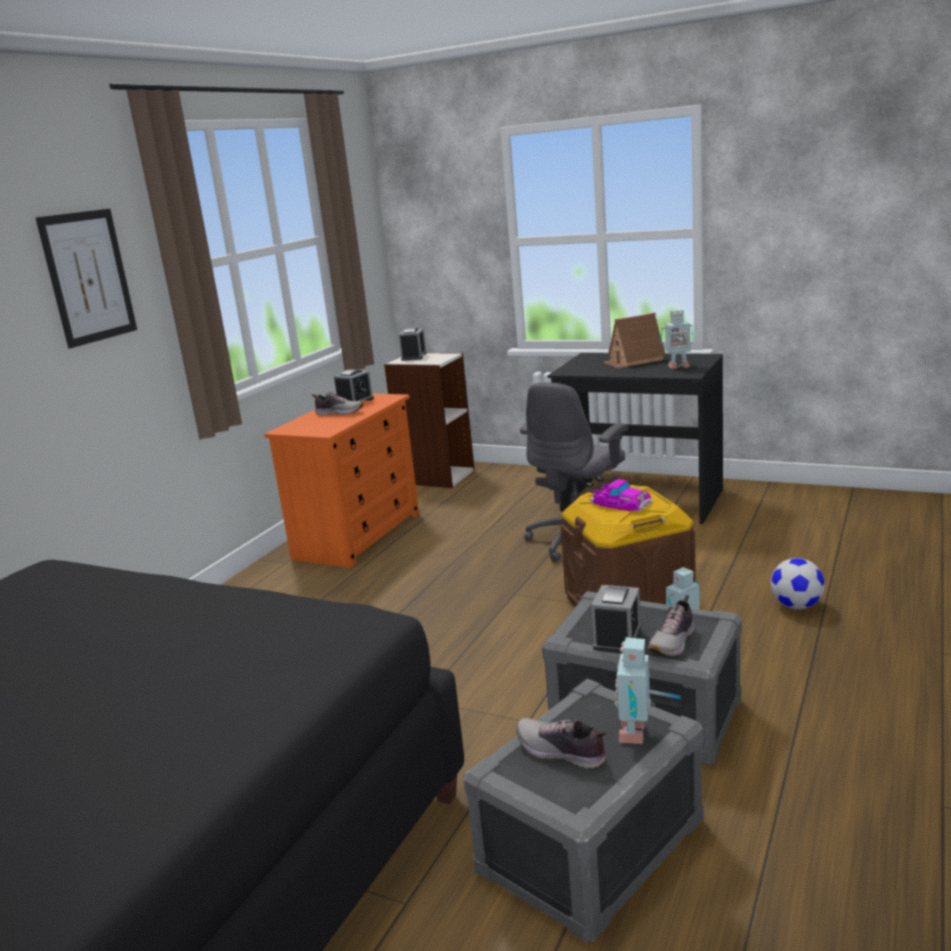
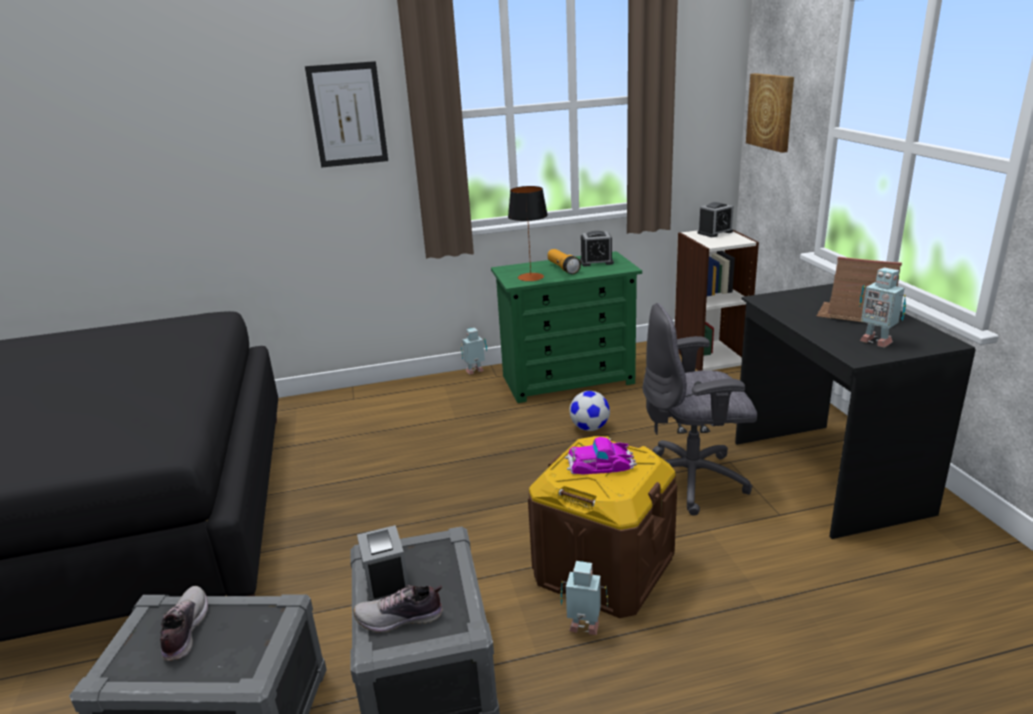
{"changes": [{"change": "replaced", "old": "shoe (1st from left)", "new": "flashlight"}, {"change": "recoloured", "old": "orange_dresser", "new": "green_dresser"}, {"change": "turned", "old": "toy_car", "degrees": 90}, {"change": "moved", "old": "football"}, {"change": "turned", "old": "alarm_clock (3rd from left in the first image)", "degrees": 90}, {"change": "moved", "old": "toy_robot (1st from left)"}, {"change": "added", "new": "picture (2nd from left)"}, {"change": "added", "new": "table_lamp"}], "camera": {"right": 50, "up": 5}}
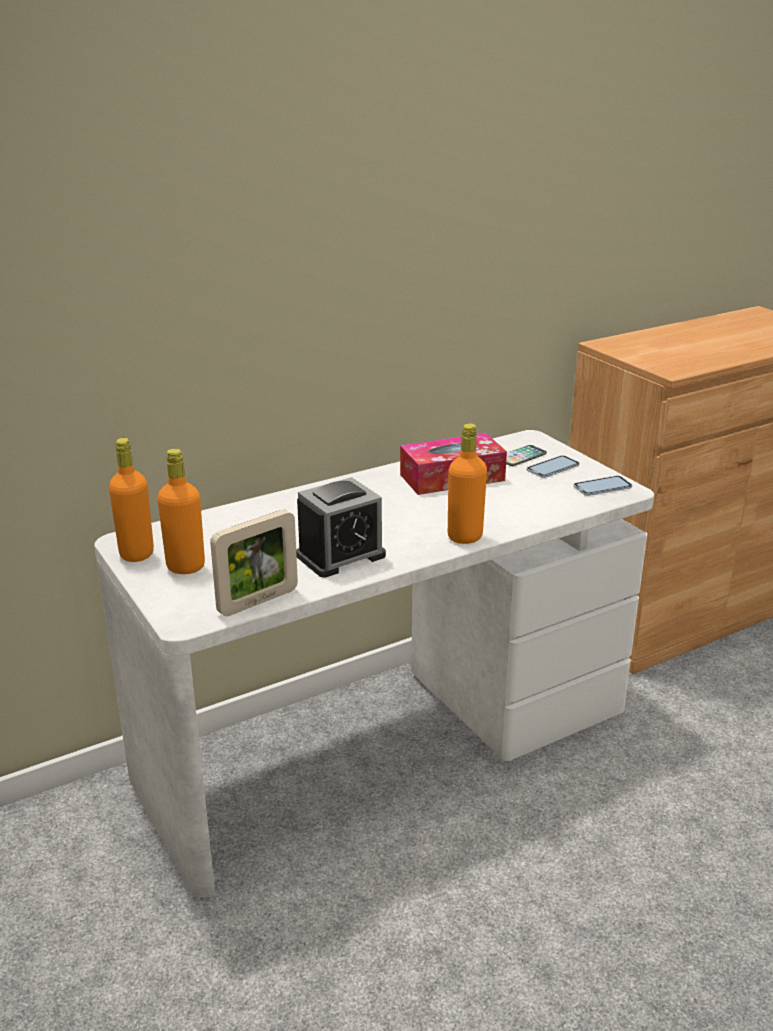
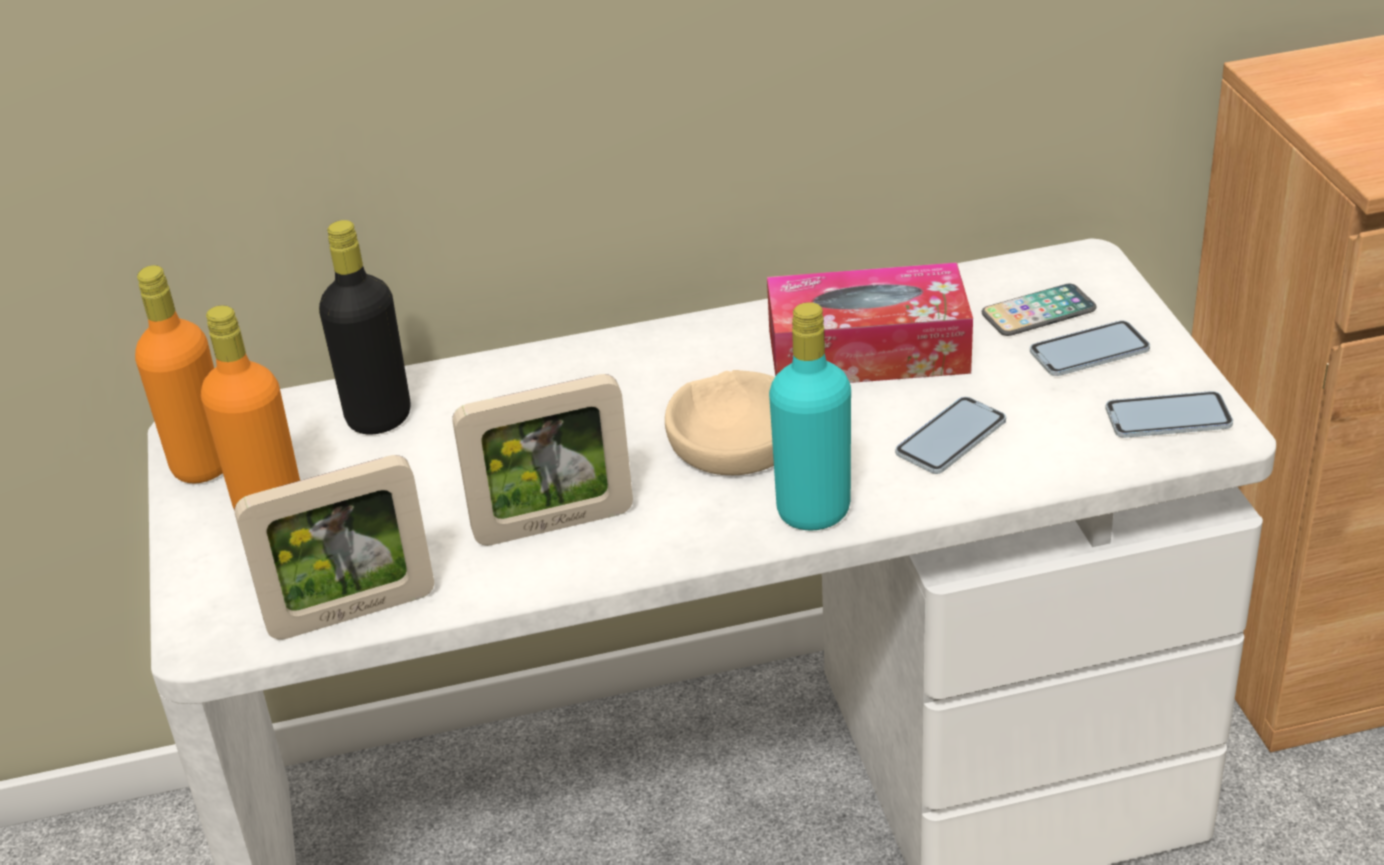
{"changes": [{"change": "recoloured", "old": "orange_bottle (3rd from left)", "new": "turquoise_bottle"}, {"change": "replaced", "old": "alarm_clock", "new": "picture_frame (2nd from left)"}, {"change": "added", "new": "black_bottle"}, {"change": "added", "new": "beige_bowl"}, {"change": "added", "new": "phone (1st from left)"}], "camera": {"right": 20, "up": 10}}
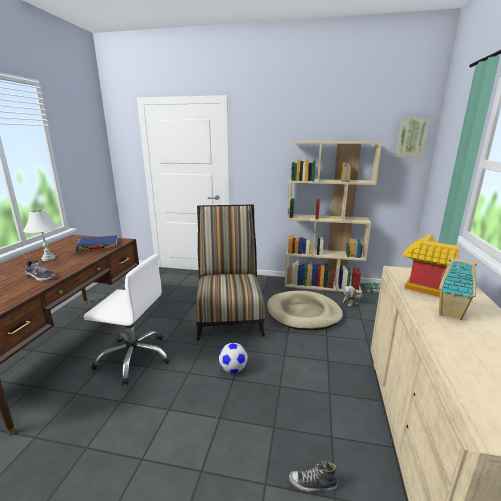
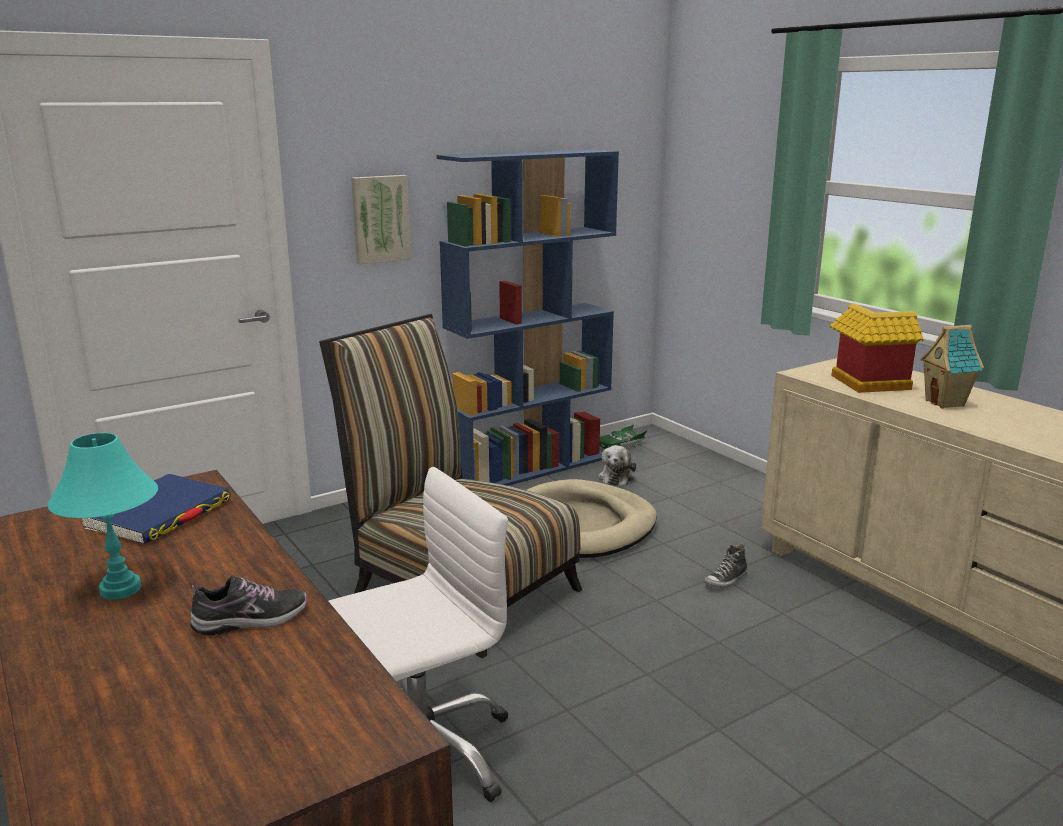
{"changes": [{"change": "moved", "old": "picture"}, {"change": "recoloured", "old": "beige_bookcase", "new": "blue_bookcase"}, {"change": "recoloured", "old": "white_table_lamp", "new": "turquoise_table_lamp"}, {"change": "removed", "old": "football"}, {"change": "moved", "old": "shoe (2nd from left)"}], "camera": {"right": -45, "up": 0}}
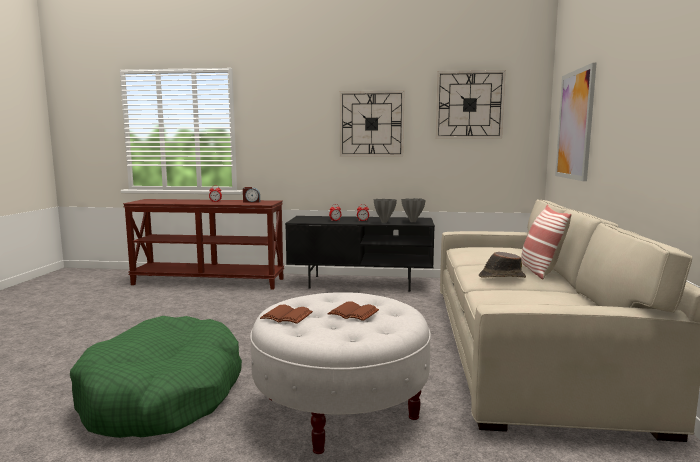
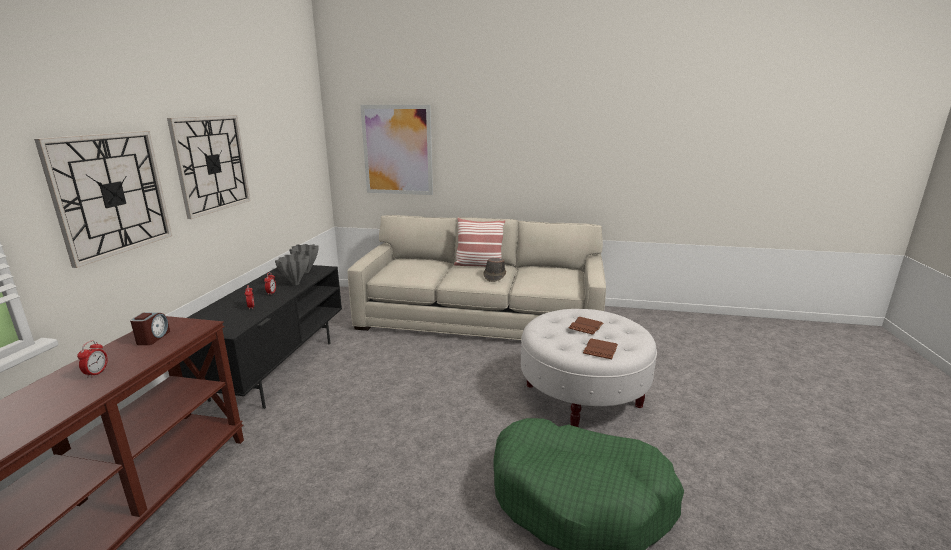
{"changes": [{"change": "moved", "old": "wall_clock (2nd from left in the first image)", "new": "wall_clock (1st from left)"}], "camera": {"right": -85, "up": 10}}
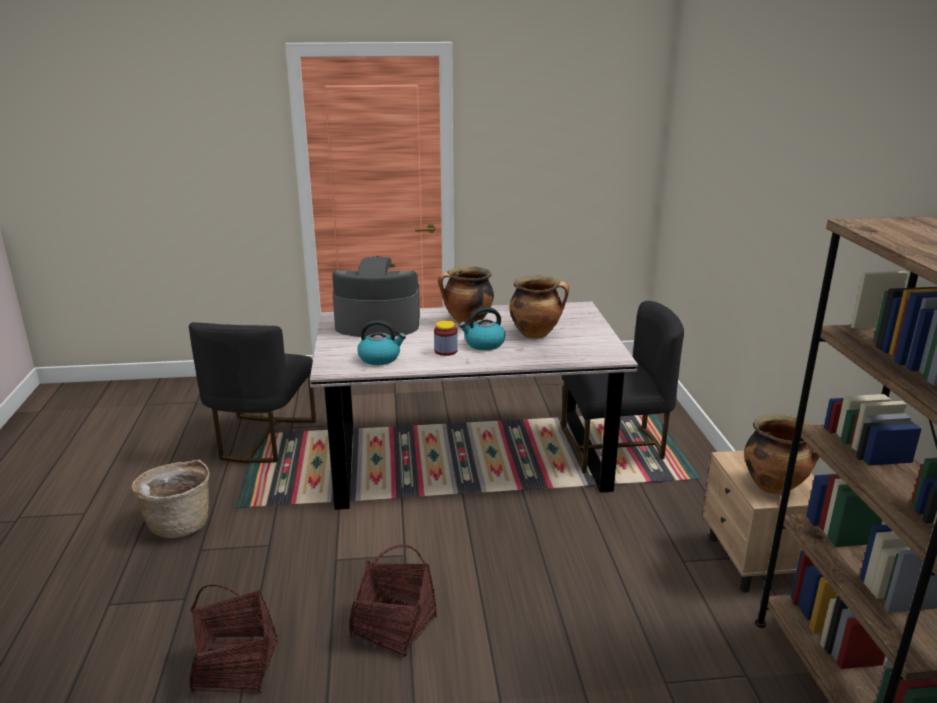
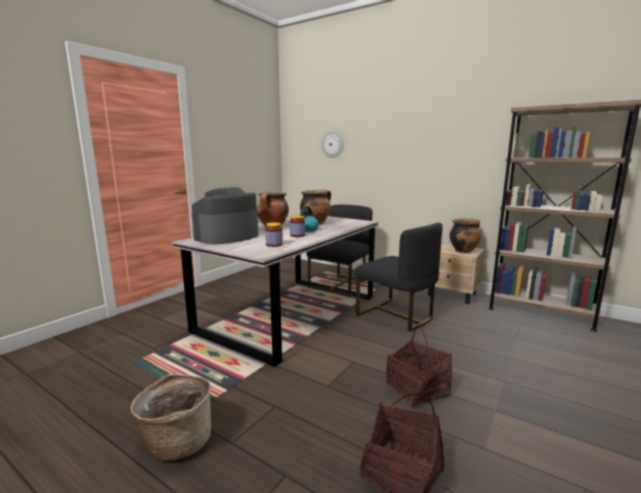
{"changes": [{"change": "replaced", "old": "kettle (1st from left)", "new": "jar (1st from left)"}, {"change": "moved", "old": "black_chair (1st from left in the first image)", "new": "black_chair (2nd from left)"}, {"change": "added", "new": "wall_clock"}], "camera": {"right": -50, "up": -10}}
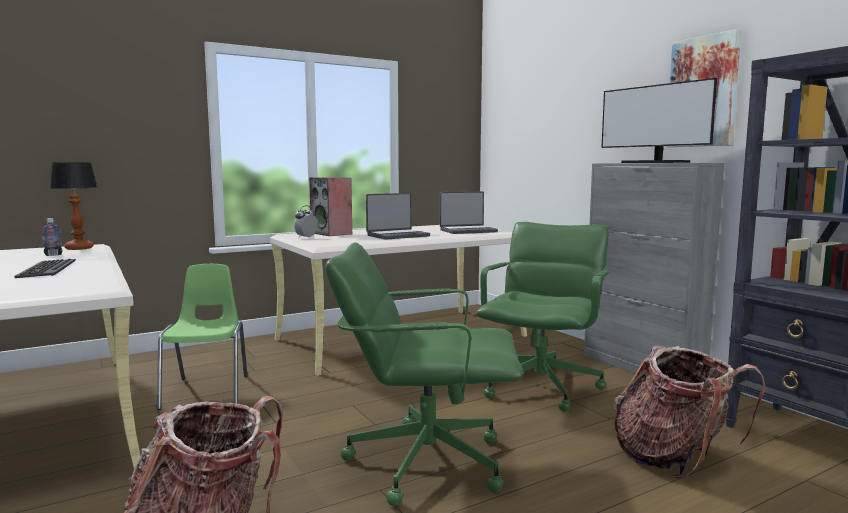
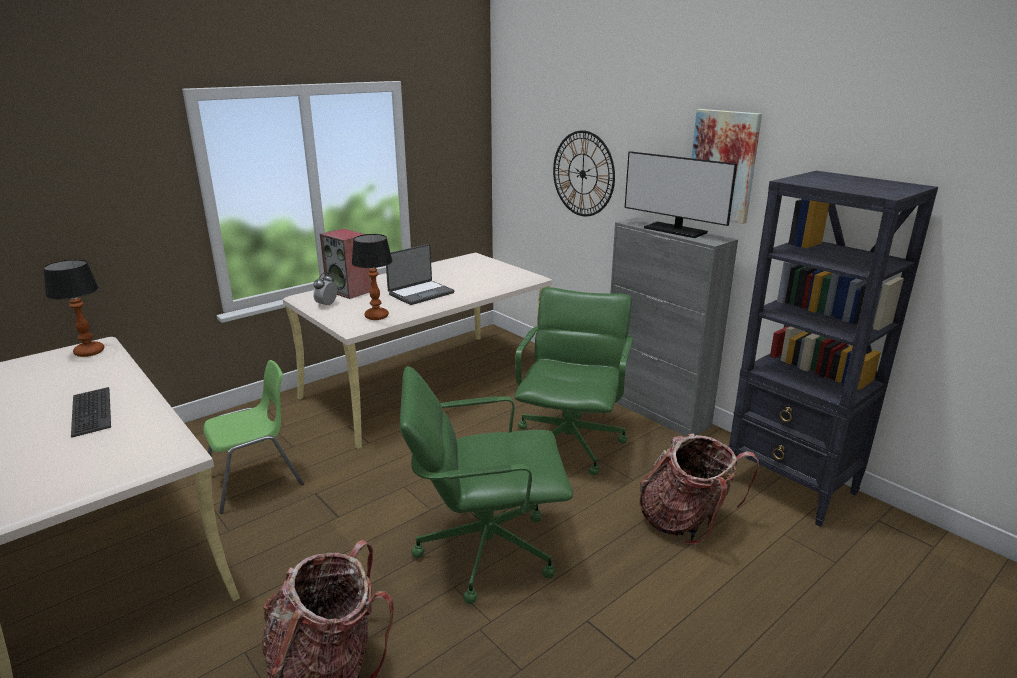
{"changes": [{"change": "removed", "old": "laptop (2nd from left)"}, {"change": "removed", "old": "bottle"}, {"change": "turned", "old": "green_chair", "degrees": 75}, {"change": "added", "new": "wall_clock"}, {"change": "added", "new": "table_lamp (2nd from left)"}], "camera": {"right": -10, "up": 15}}
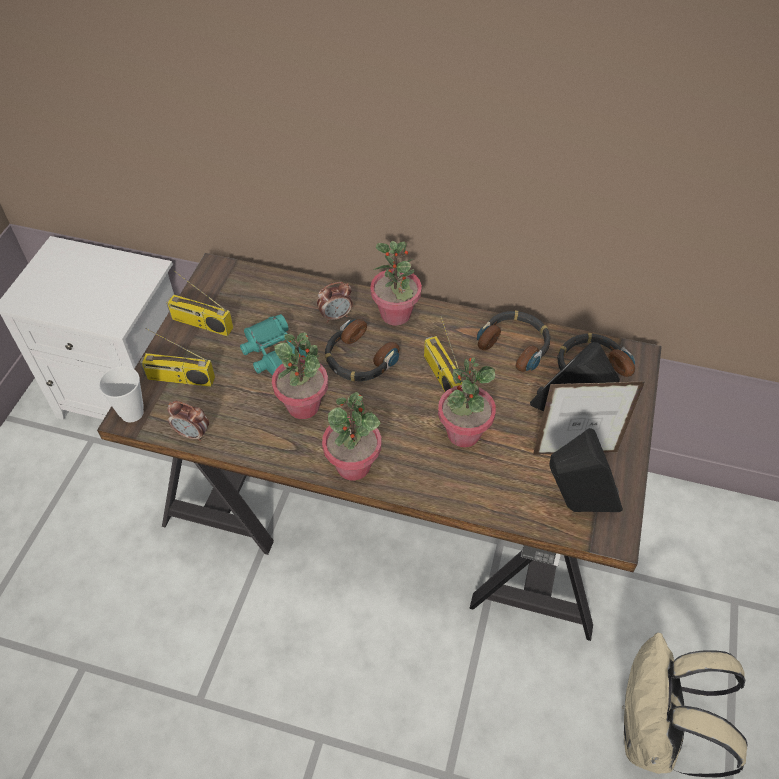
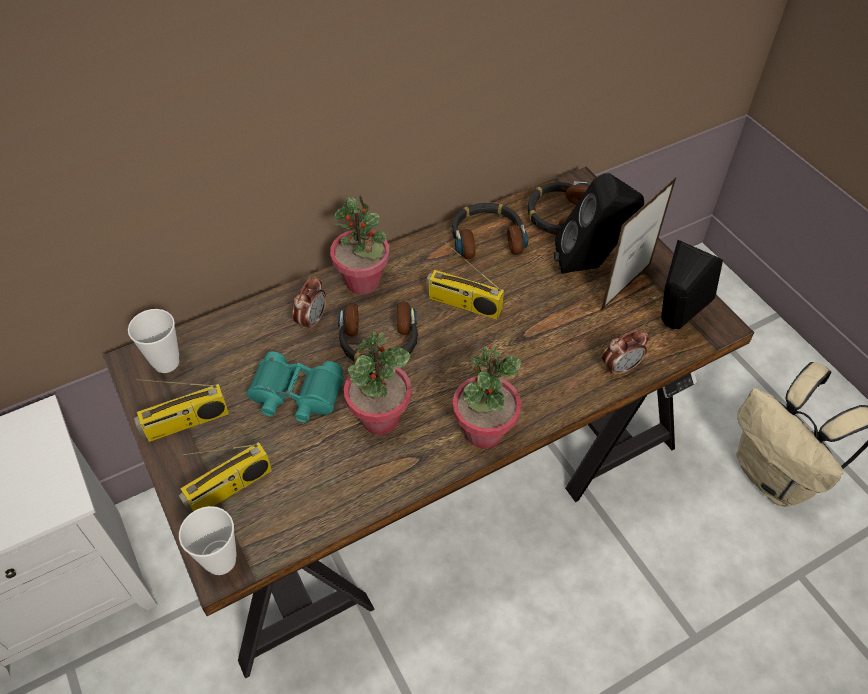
{"changes": [{"change": "removed", "old": "potted_plant (4th from left)"}, {"change": "moved", "old": "alarm_clock (1st from left in the first image)", "new": "alarm_clock (2nd from left)"}, {"change": "added", "new": "cup (1st from left)"}], "camera": {"right": -45, "up": 0}}
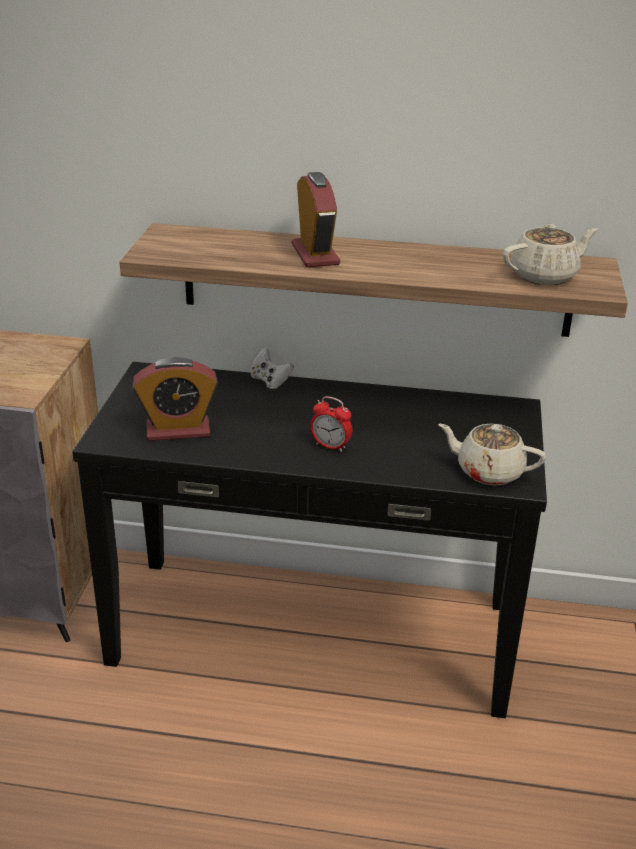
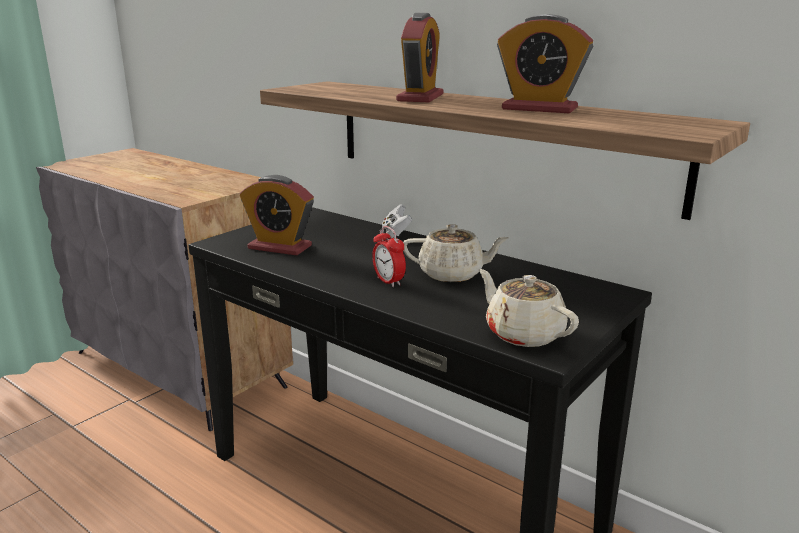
{"changes": [{"change": "moved", "old": "beige_teapot (2nd from left in the first image)", "new": "beige_teapot (1st from left)"}, {"change": "added", "new": "alarm_clock (4th from left)"}], "camera": {"right": 30, "up": -10}}
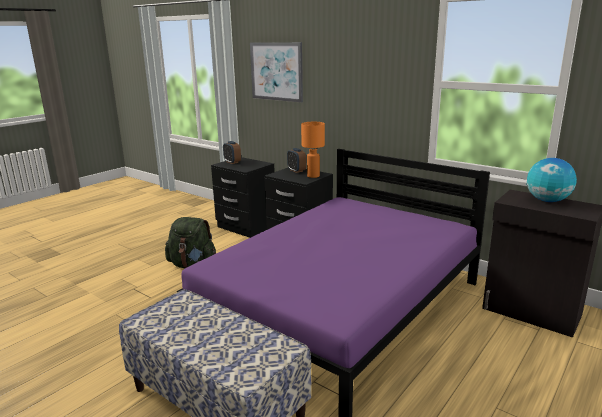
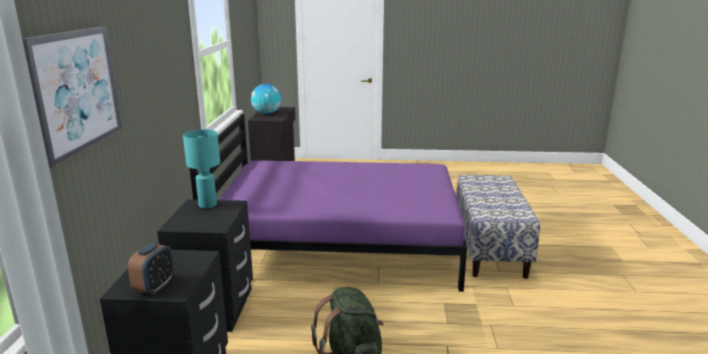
{"changes": [{"change": "recoloured", "old": "orange_table_lamp", "new": "turquoise_table_lamp"}, {"change": "removed", "old": "alarm_clock (2nd from left)"}], "camera": {"right": -125, "up": 0}}
